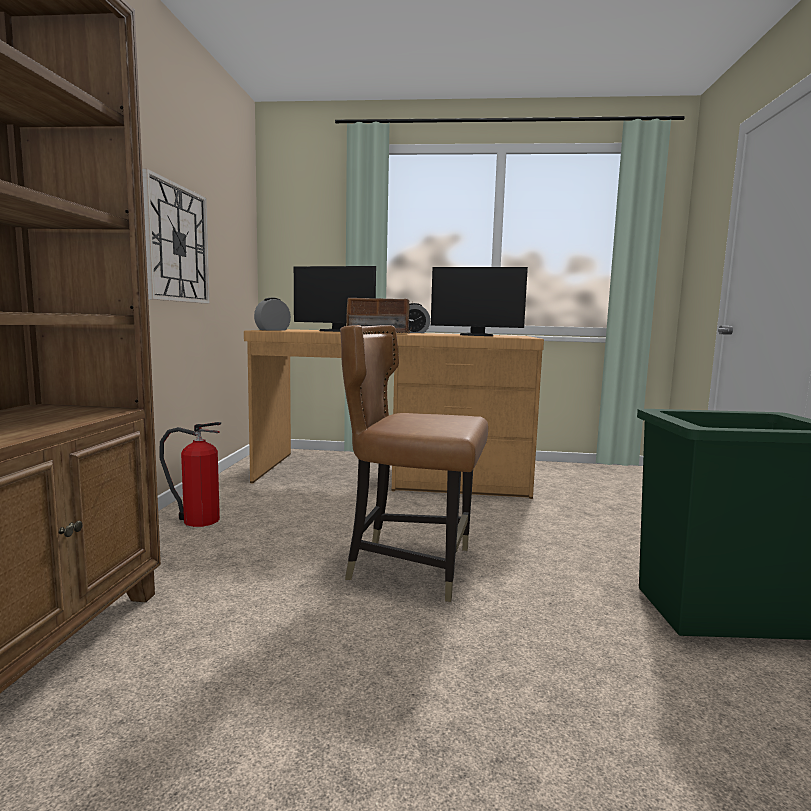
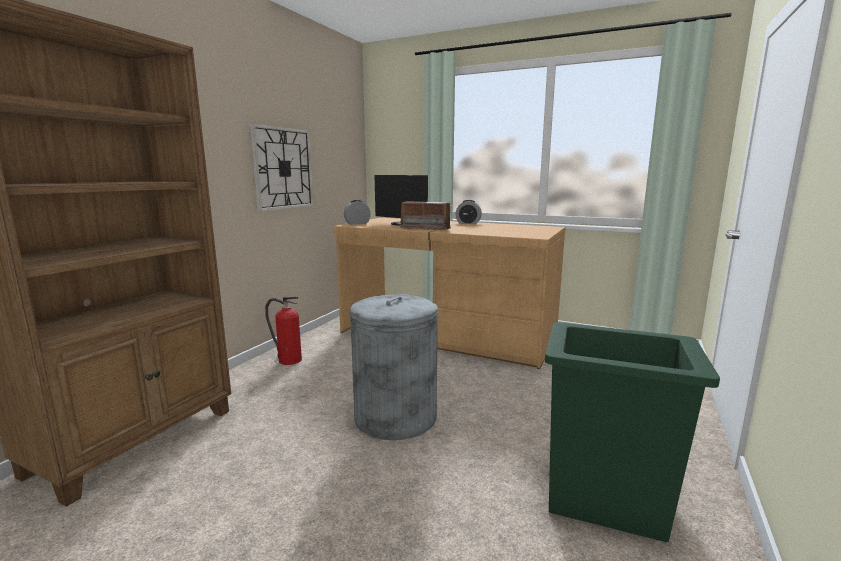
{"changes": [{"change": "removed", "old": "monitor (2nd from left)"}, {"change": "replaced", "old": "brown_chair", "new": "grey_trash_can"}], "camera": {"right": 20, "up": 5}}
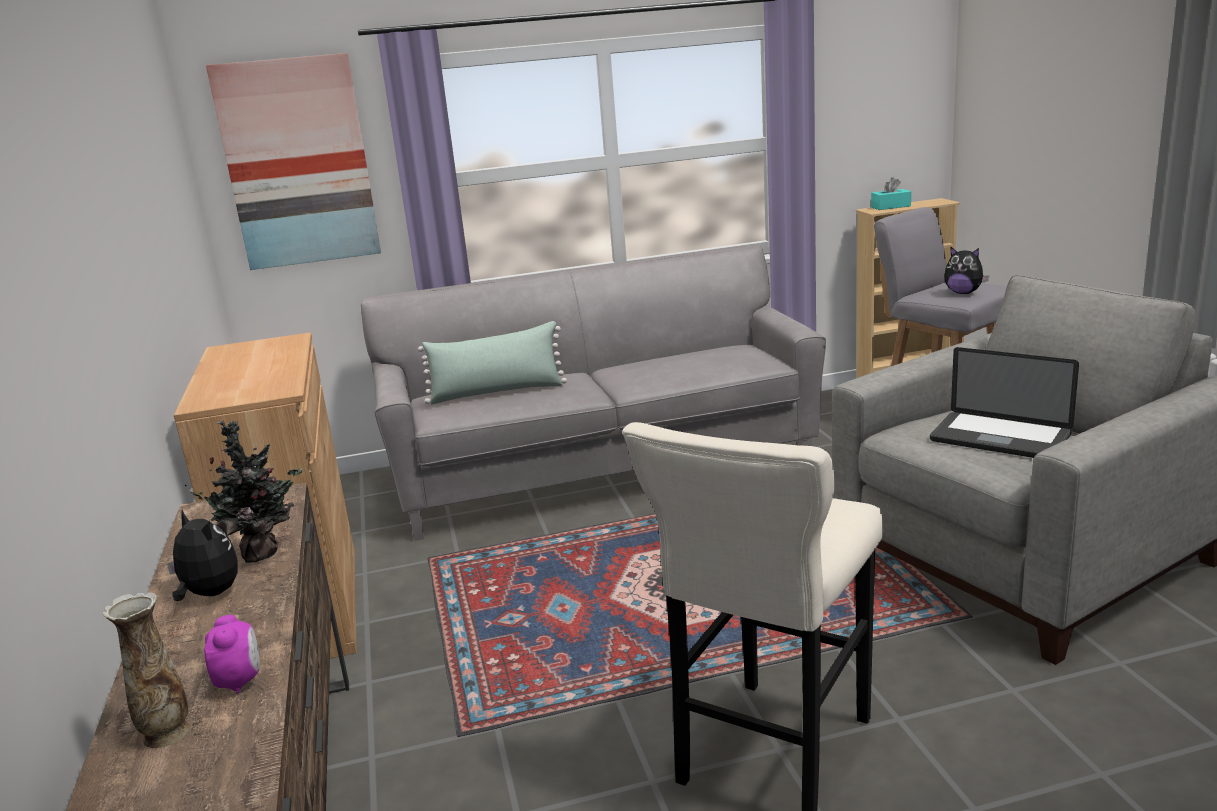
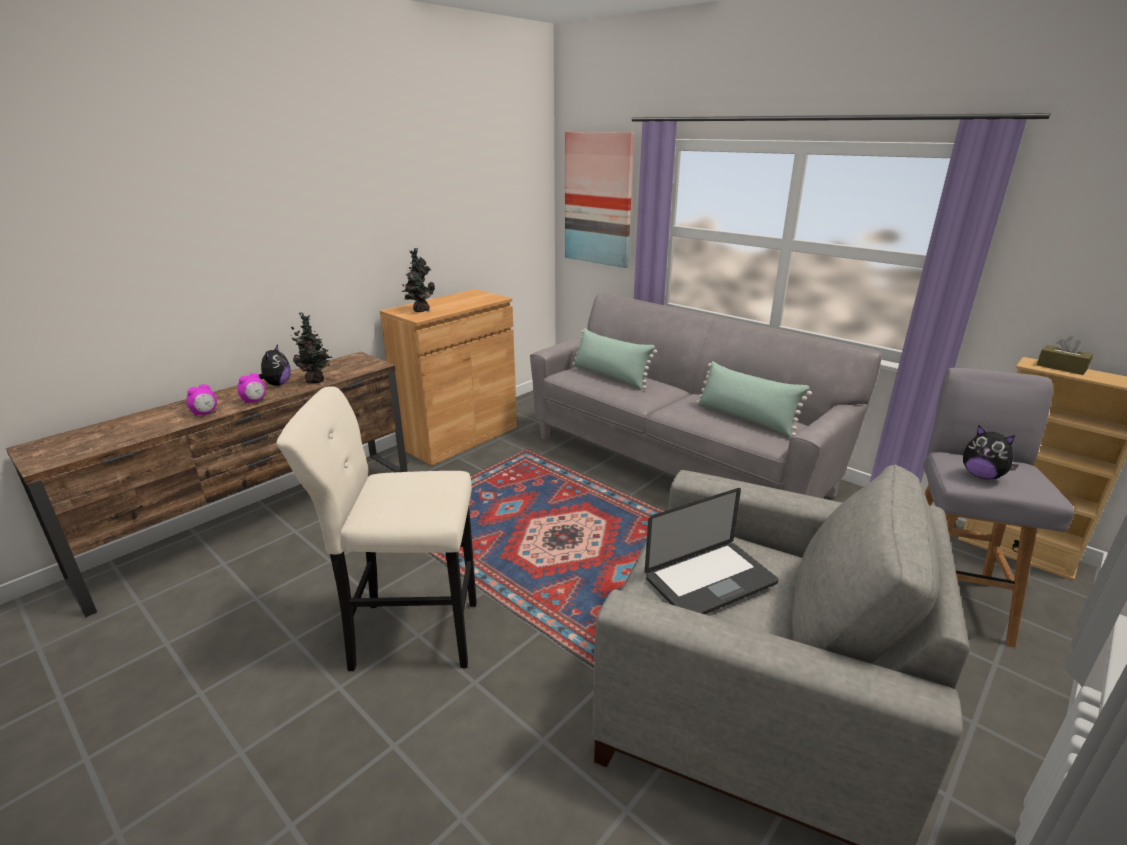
{"changes": [{"change": "recoloured", "old": "turquoise_tissue_box", "new": "brown_tissue_box"}, {"change": "turned", "old": "plush_toy (2nd from left)", "degrees": -45}, {"change": "turned", "old": "laptop", "degrees": -120}, {"change": "removed", "old": "vase"}, {"change": "added", "new": "potted_plant (2nd from left)"}, {"change": "added", "new": "green_pillow (2nd from left)"}, {"change": "added", "new": "alarm_clock (2nd from left)"}], "camera": {"right": 55, "up": 5}}
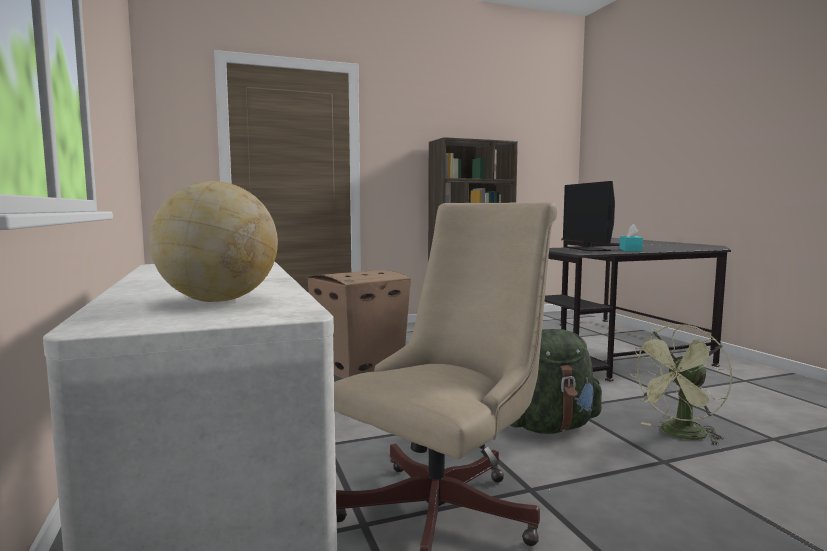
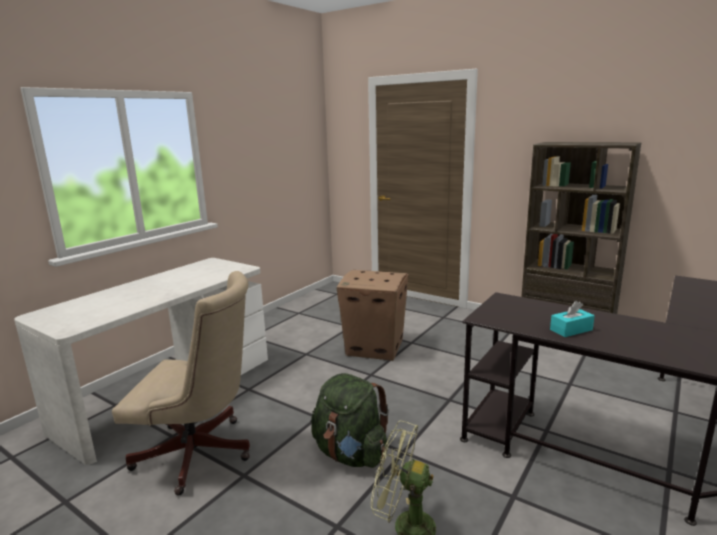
{"changes": [{"change": "removed", "old": "globe"}, {"change": "removed", "old": "monitor"}], "camera": {"right": 55, "up": 10}}
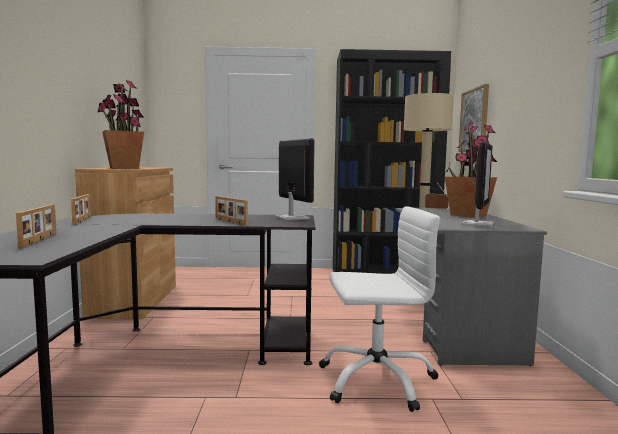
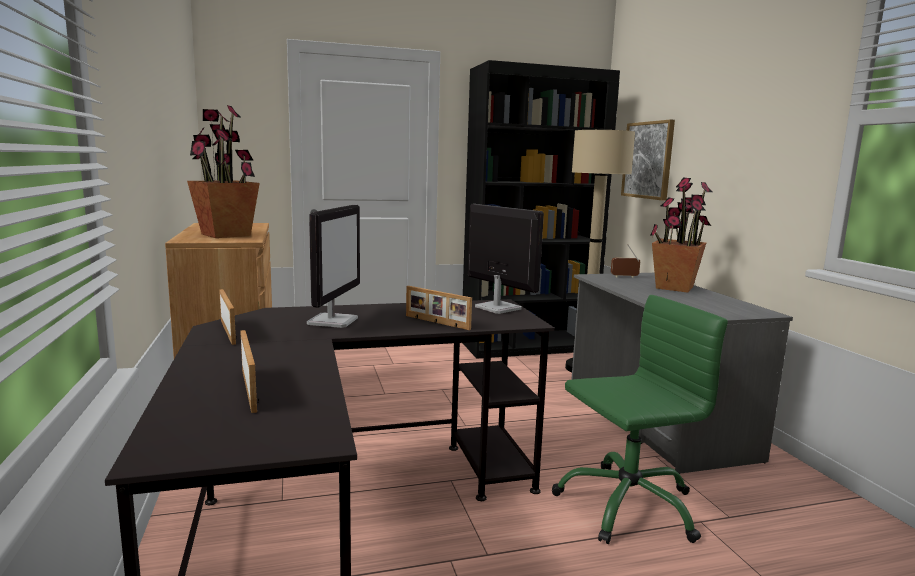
{"changes": [{"change": "moved", "old": "monitor (2nd from left in the first image)", "new": "monitor (1st from left)"}, {"change": "recoloured", "old": "white_office_chair", "new": "green_office_chair"}], "camera": {"right": -15, "up": 5}}
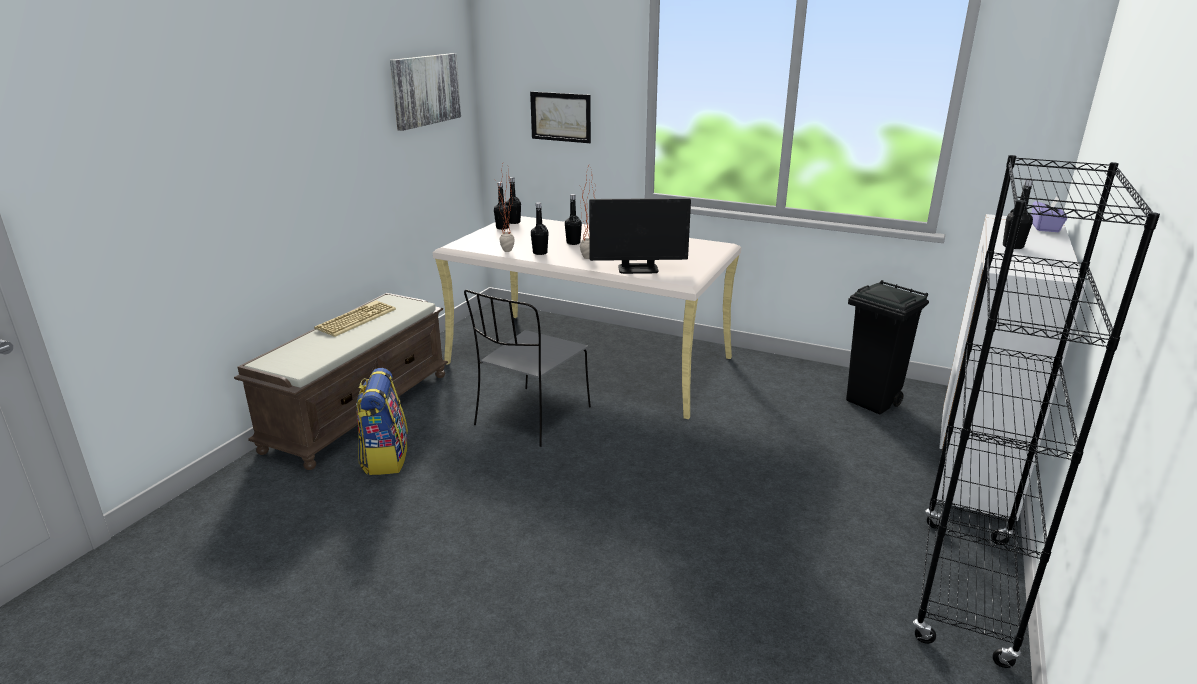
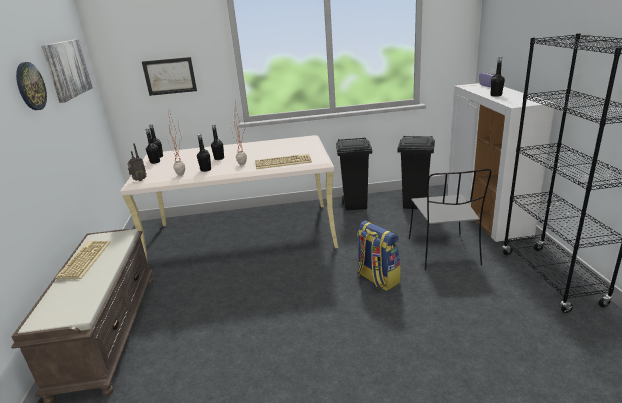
{"changes": [{"change": "replaced", "old": "monitor", "new": "keyboard (2nd from left)"}, {"change": "moved", "old": "grey_chair"}, {"change": "moved", "old": "backpack"}, {"change": "added", "new": "wall_clock"}, {"change": "added", "new": "black_trash_can (1st from left)"}, {"change": "added", "new": "radio"}], "camera": {"right": -30, "up": 0}}
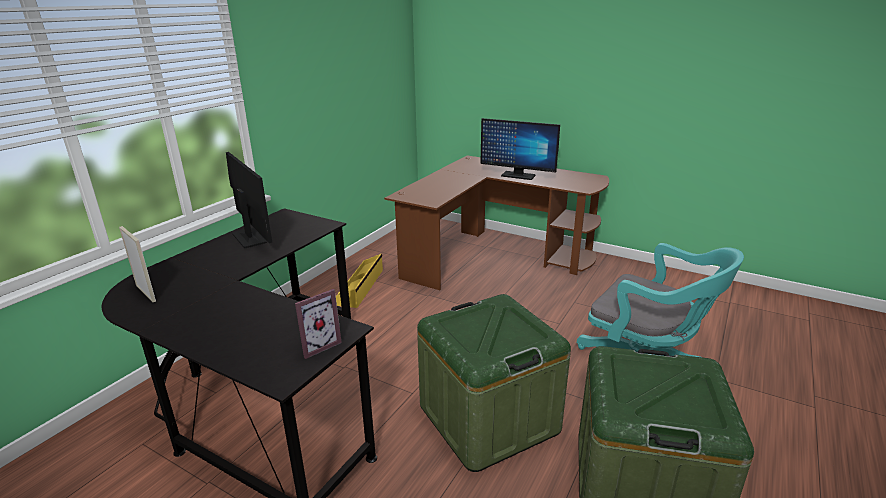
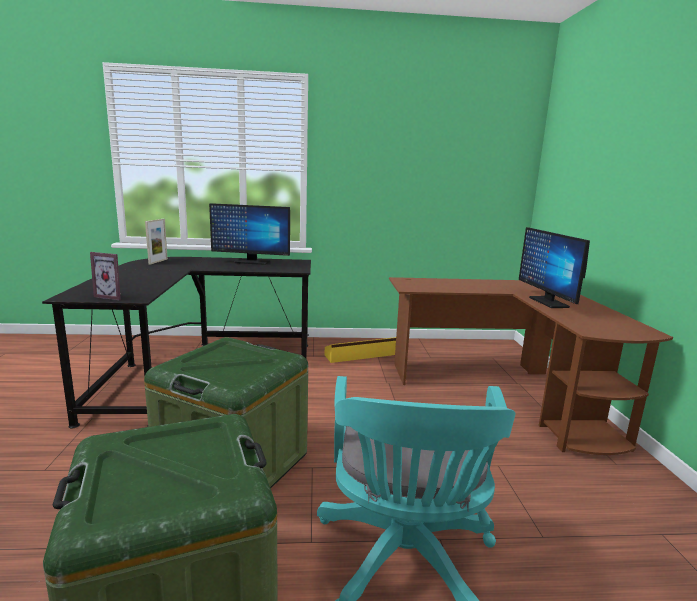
{"changes": [{"change": "turned", "old": "monitor (1st from left)", "degrees": 75}], "camera": {"right": 55, "up": -10}}
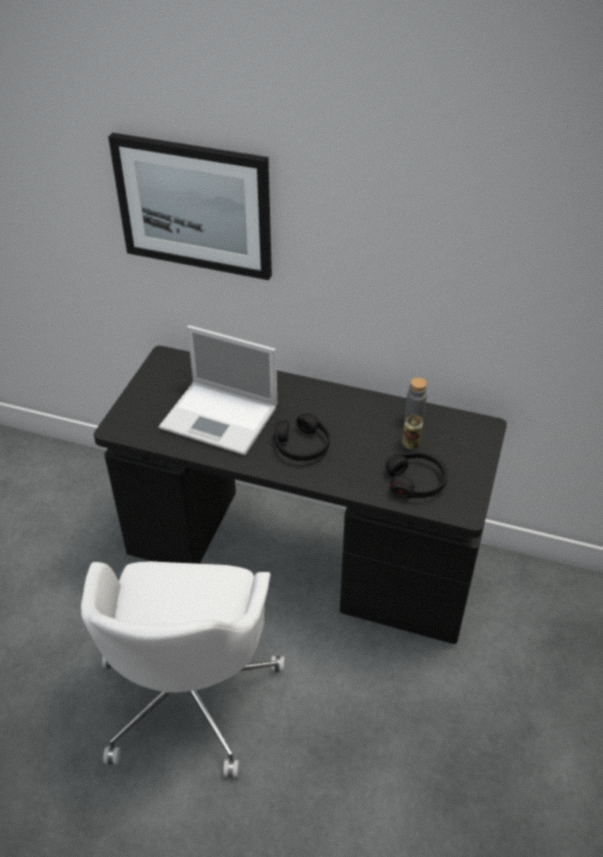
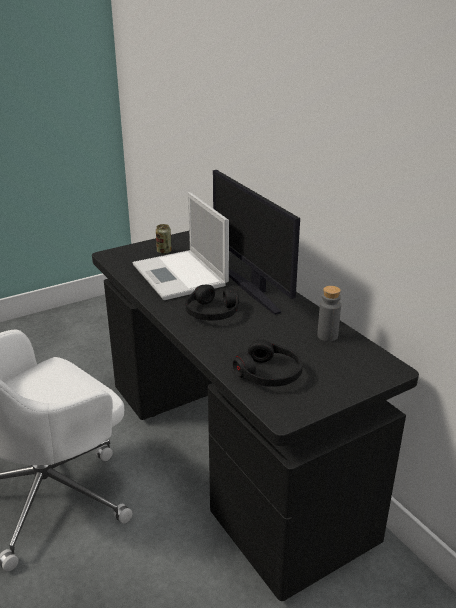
{"changes": [{"change": "removed", "old": "picture"}, {"change": "moved", "old": "can"}, {"change": "added", "new": "monitor"}], "camera": {"right": 40, "up": -15}}
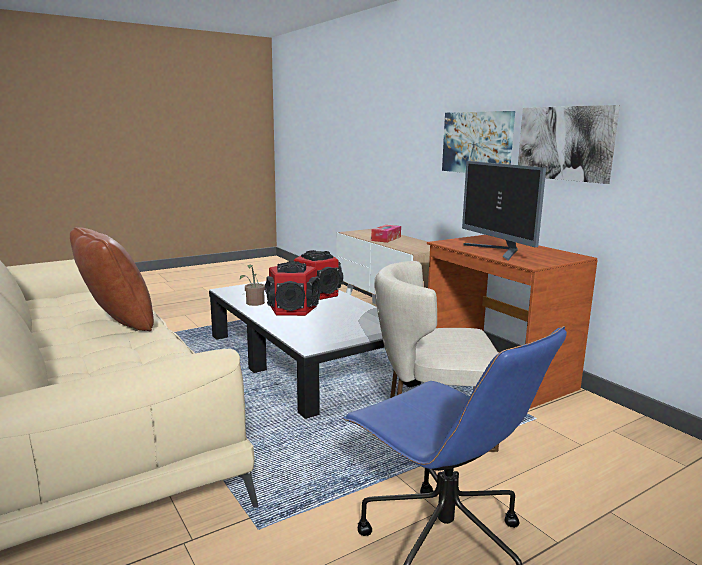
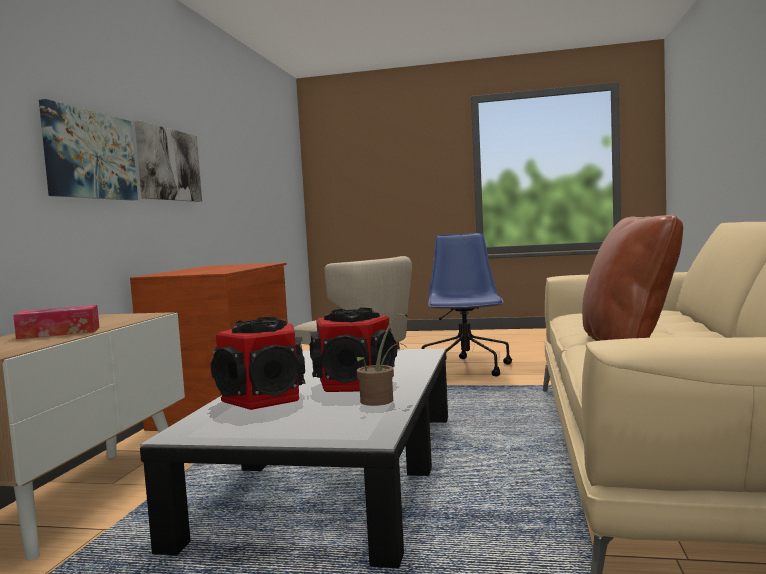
{"changes": [{"change": "removed", "old": "monitor"}], "camera": {"right": -135, "up": -10}}
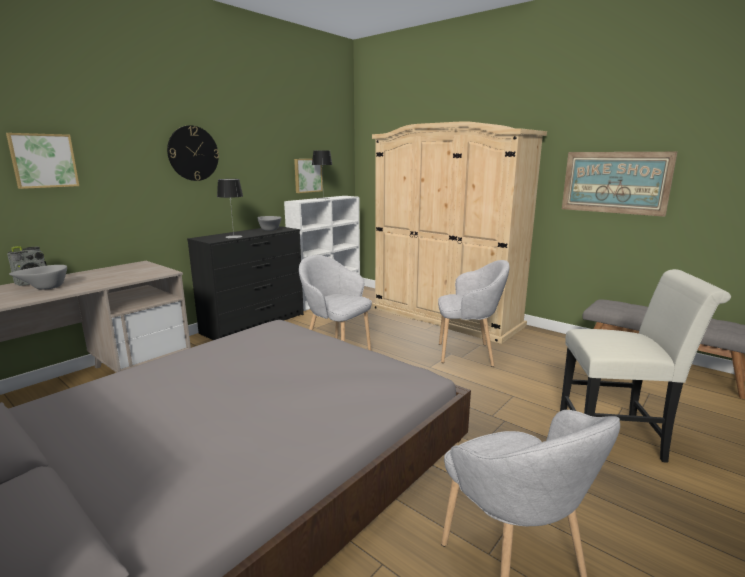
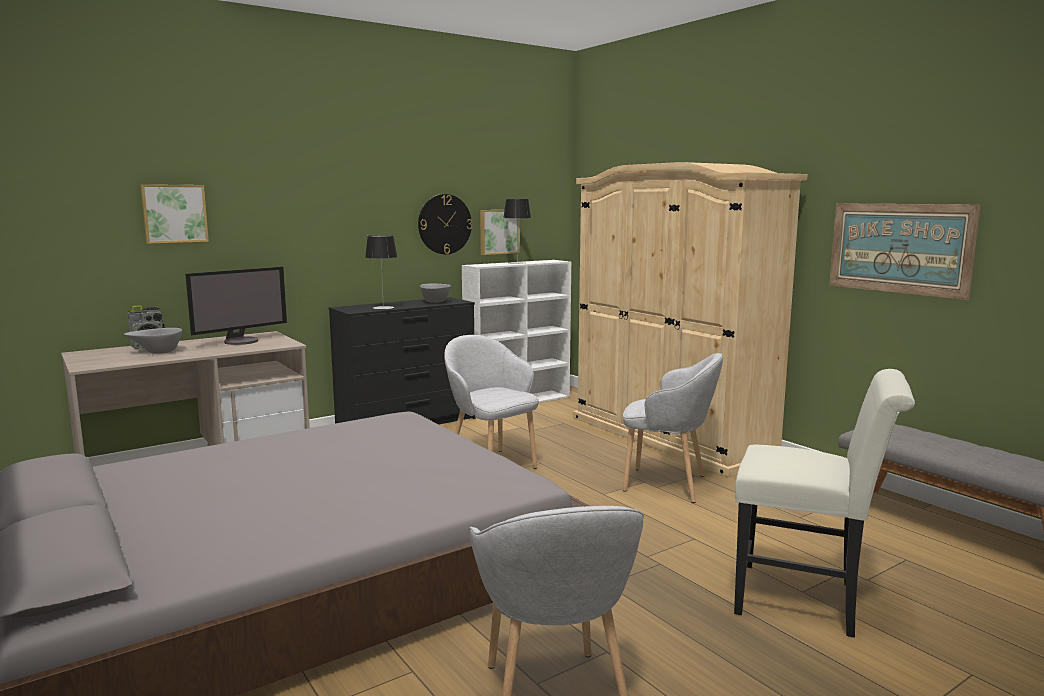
{"changes": [{"change": "moved", "old": "wall_clock"}, {"change": "added", "new": "monitor"}], "camera": {"right": 15, "up": -5}}
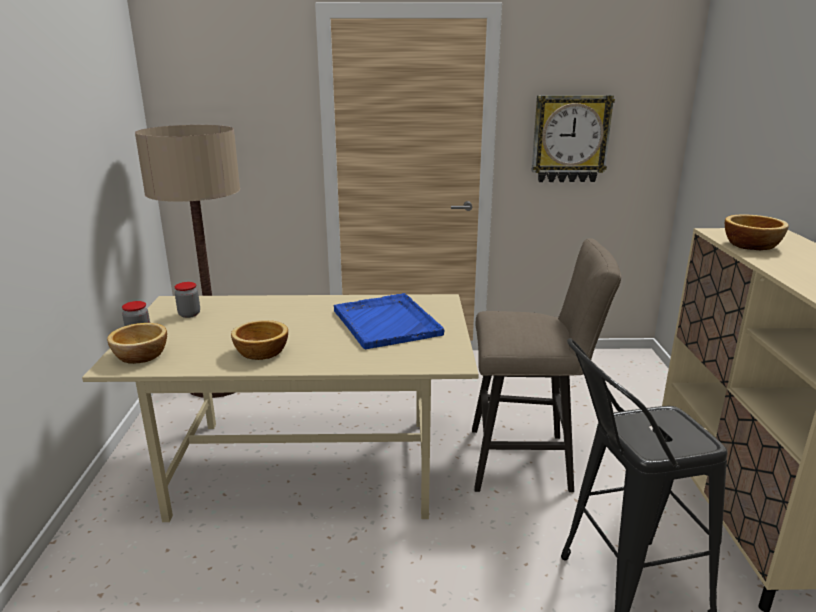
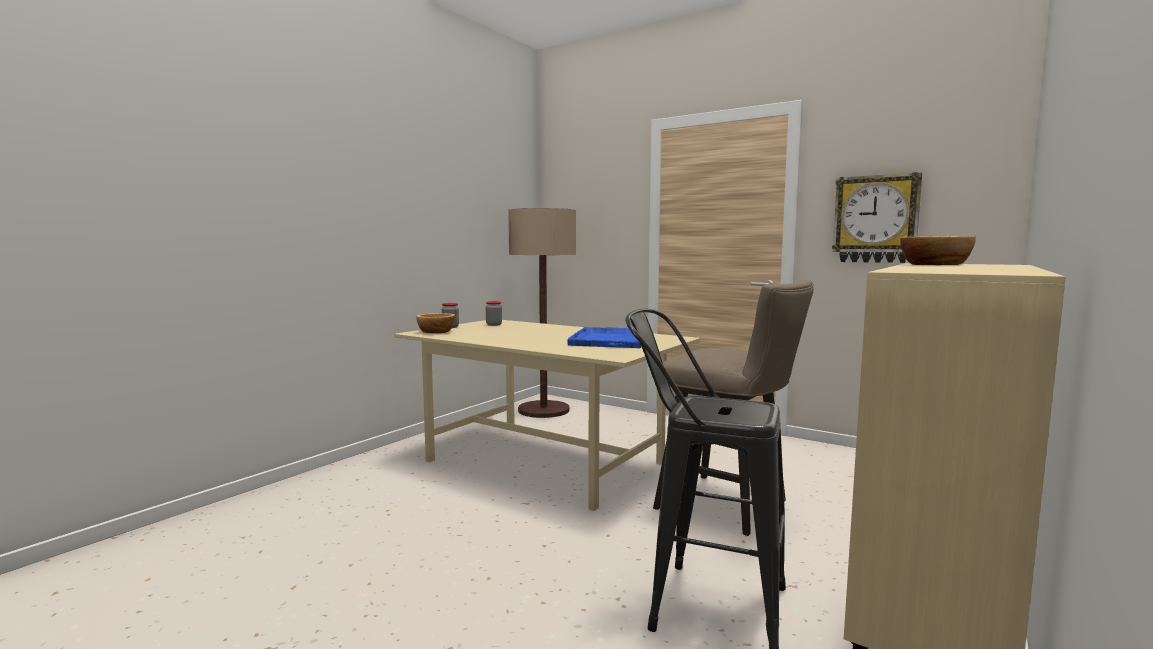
{"changes": [{"change": "removed", "old": "bowl (2nd from left)"}], "camera": {"right": 35, "up": -15}}
